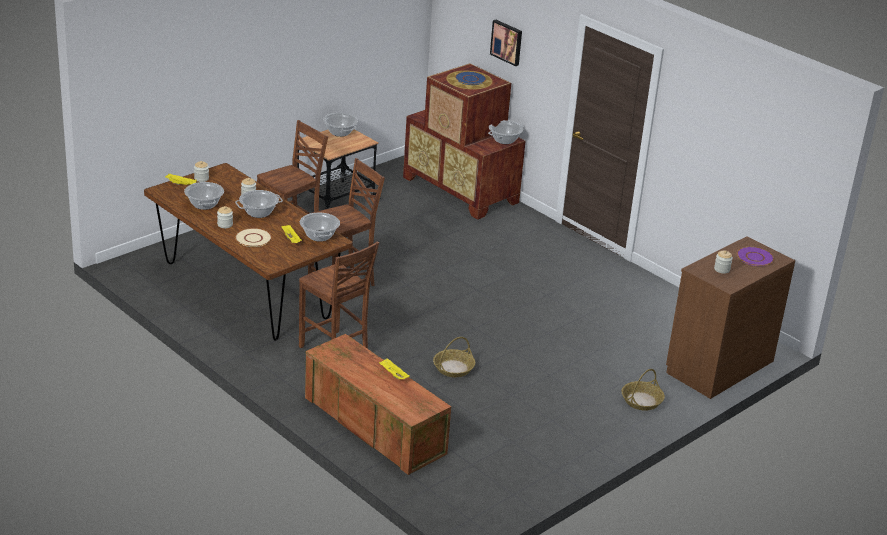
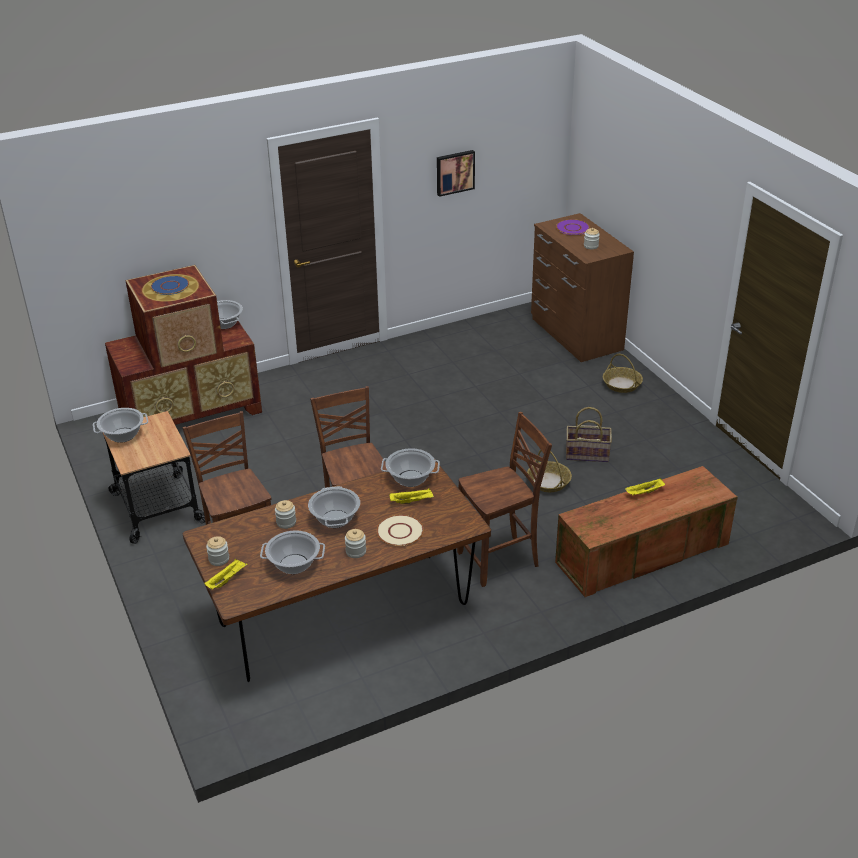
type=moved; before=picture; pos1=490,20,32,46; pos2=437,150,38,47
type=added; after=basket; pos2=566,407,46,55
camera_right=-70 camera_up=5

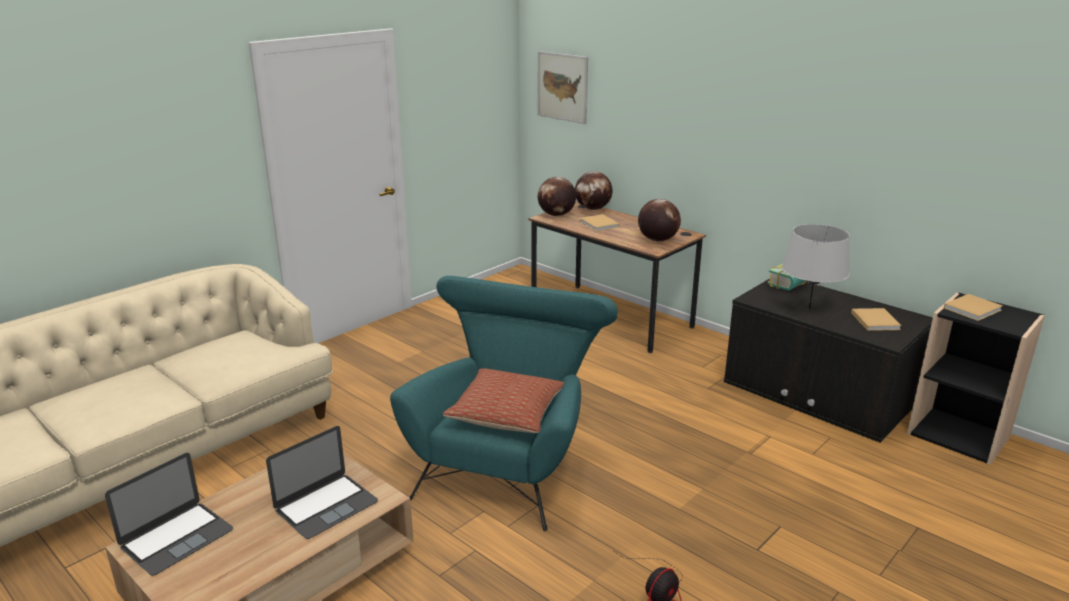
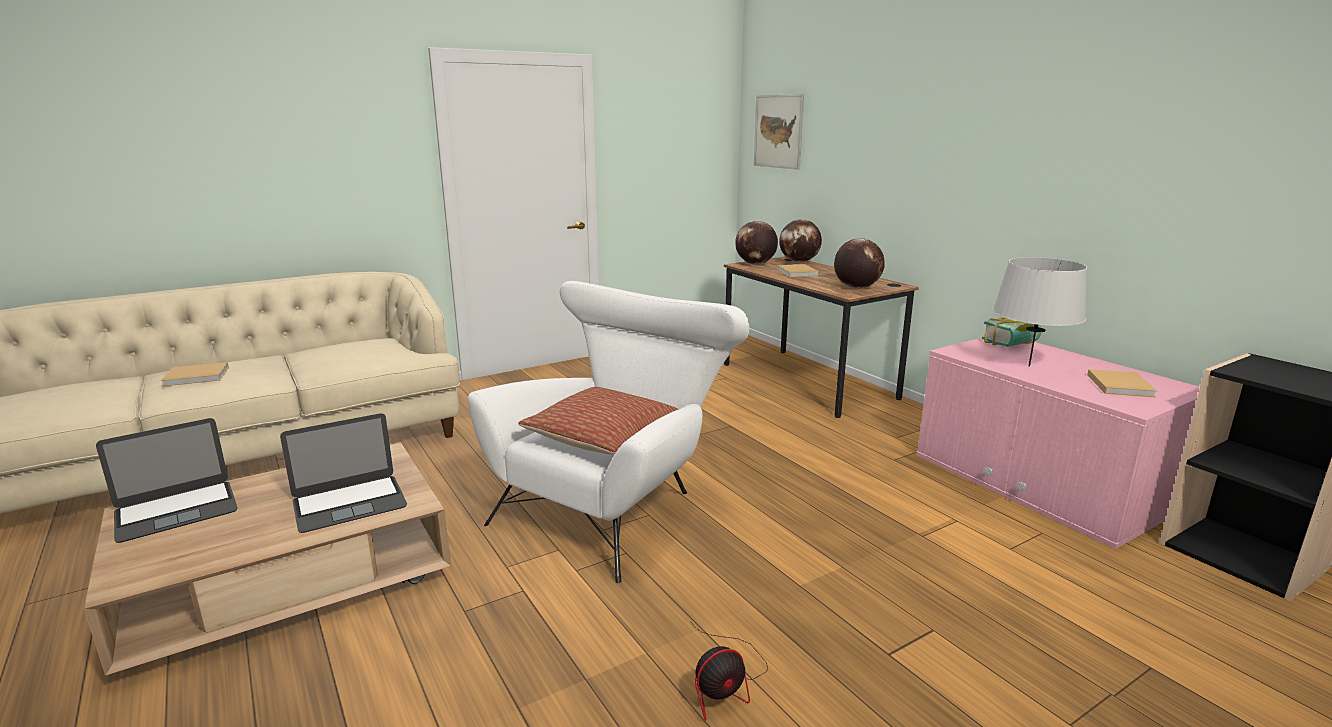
type=recoloured; before=armchair (turquoise); after=armchair (white); pos1=390,276,228,255; pos2=468,281,281,302
type=recoloured; before=cabinet (black); after=cabinet (pink); pos1=724,279,209,164; pos2=916,338,284,211
type=moved; before=book (beige); pos1=944,294,59,27; pos2=161,362,68,24
camera_right=15 camera_up=-5

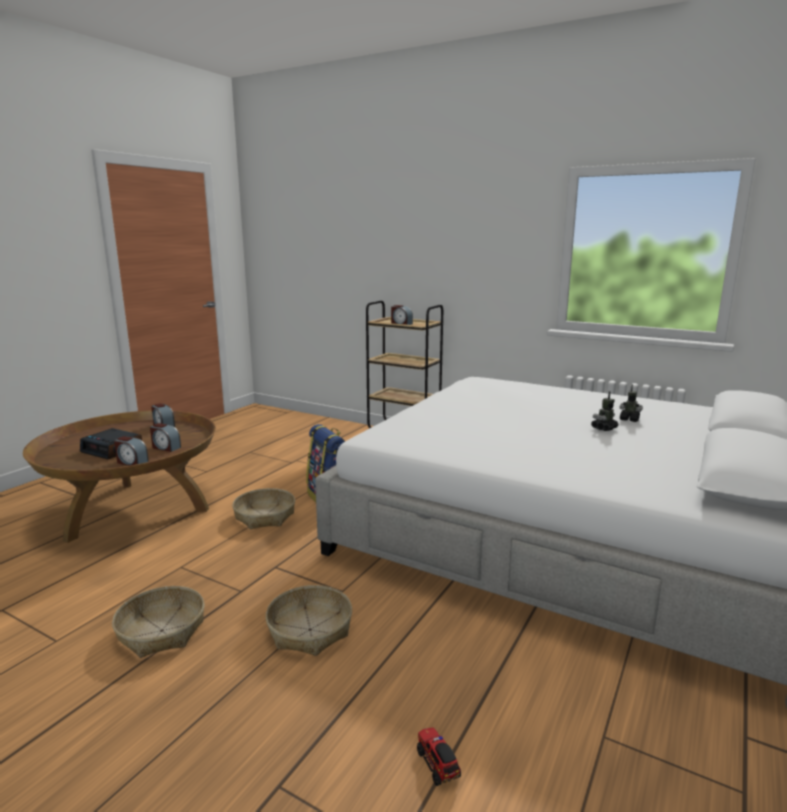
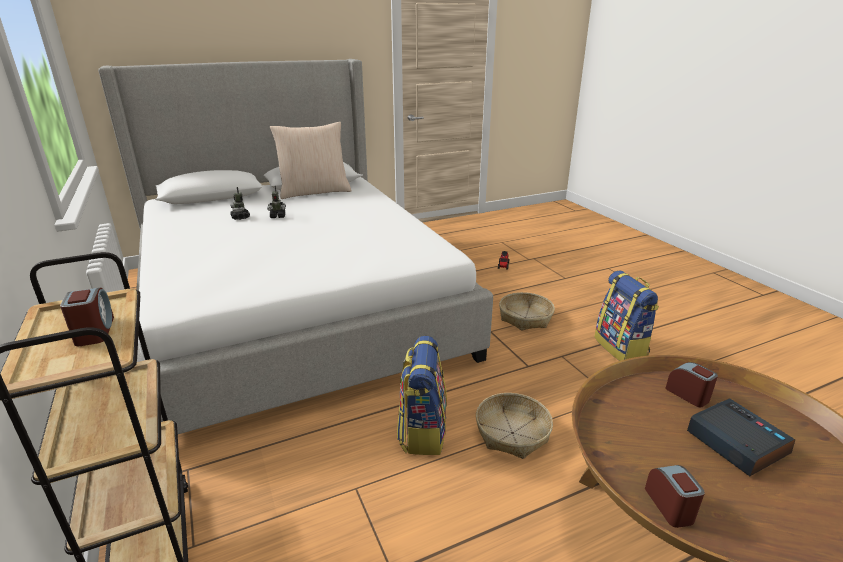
type=replaced; before=basket; after=backpack; pos1=112,586,92,72; pos2=594,271,65,90
type=removed; before=alarm clock; pos1=150,423,31,29
type=added; after=pillow (beige); pos2=270,122,82,77
camera_right=-145 camera_up=10

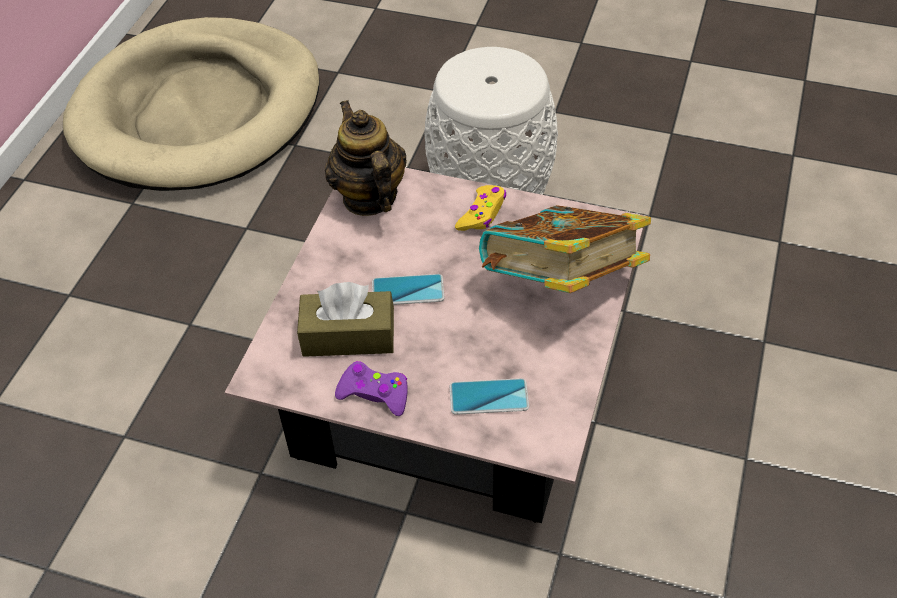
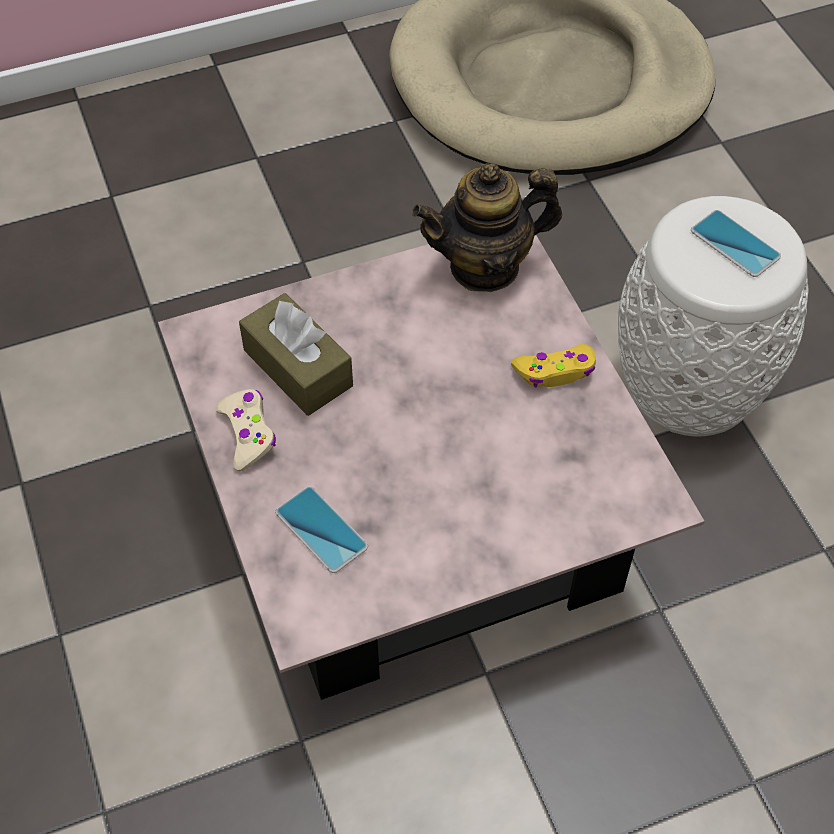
type=turned; before=teapot; pos1=325,100,82,116; pos2=412,163,150,129; turn=-135
type=recoloured; before=game controller (purple); after=game controller (beige); pos1=335,361,73,55; pos2=215,389,61,82
type=moved; before=phone; pos1=372,274,73,31; pos2=691,210,90,67
type=removed; before=book; pos1=479,205,172,88
camera_right=50 camera_up=5

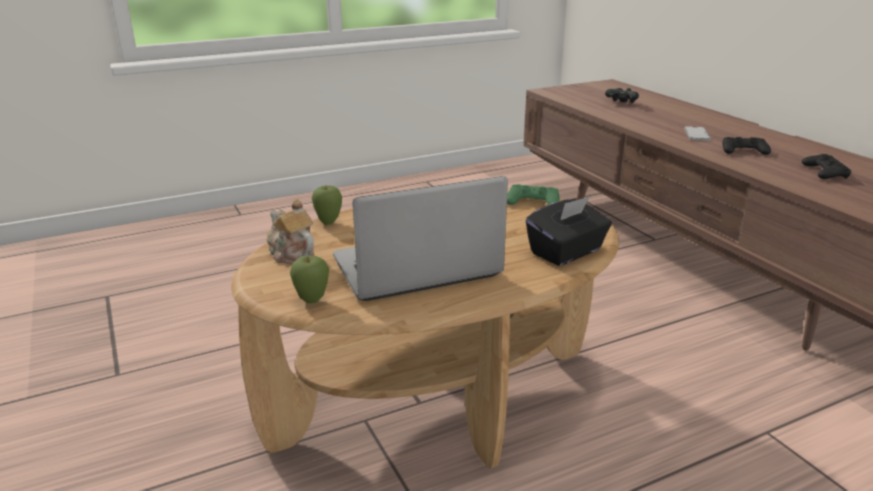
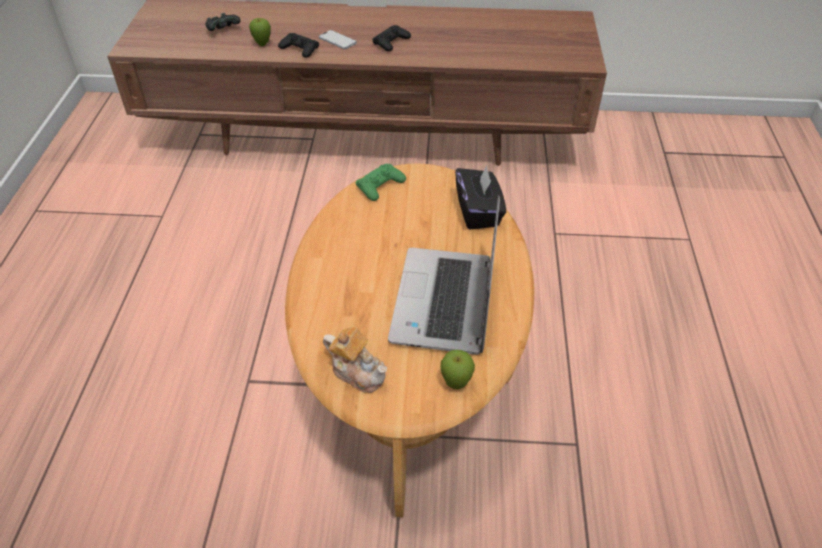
type=turned; before=teapot; pos1=267,199,47,65; pos2=323,326,64,67; turn=-135
type=moved; before=apple; pos1=312,185,30,40; pos2=249,18,22,28
type=moved; before=game controller (black); pos1=802,154,49,25; pos2=278,33,41,25
camera_right=-60 camera_up=20

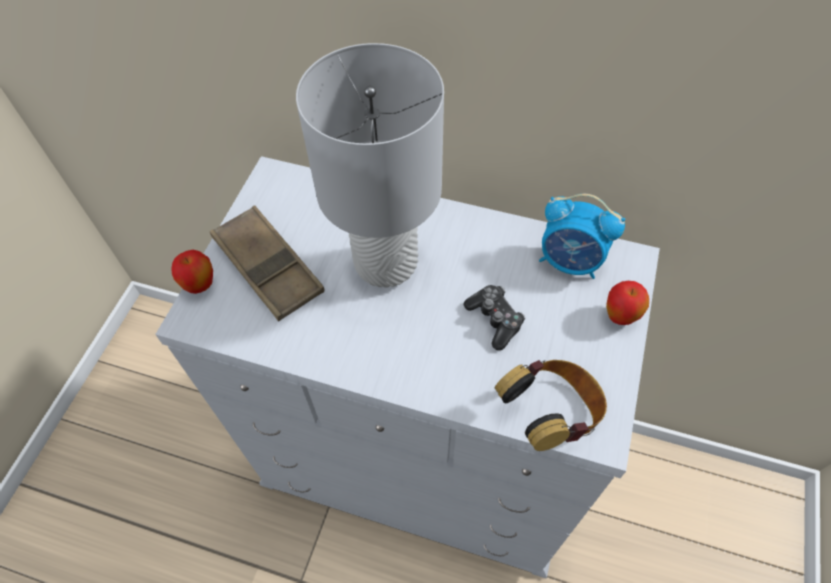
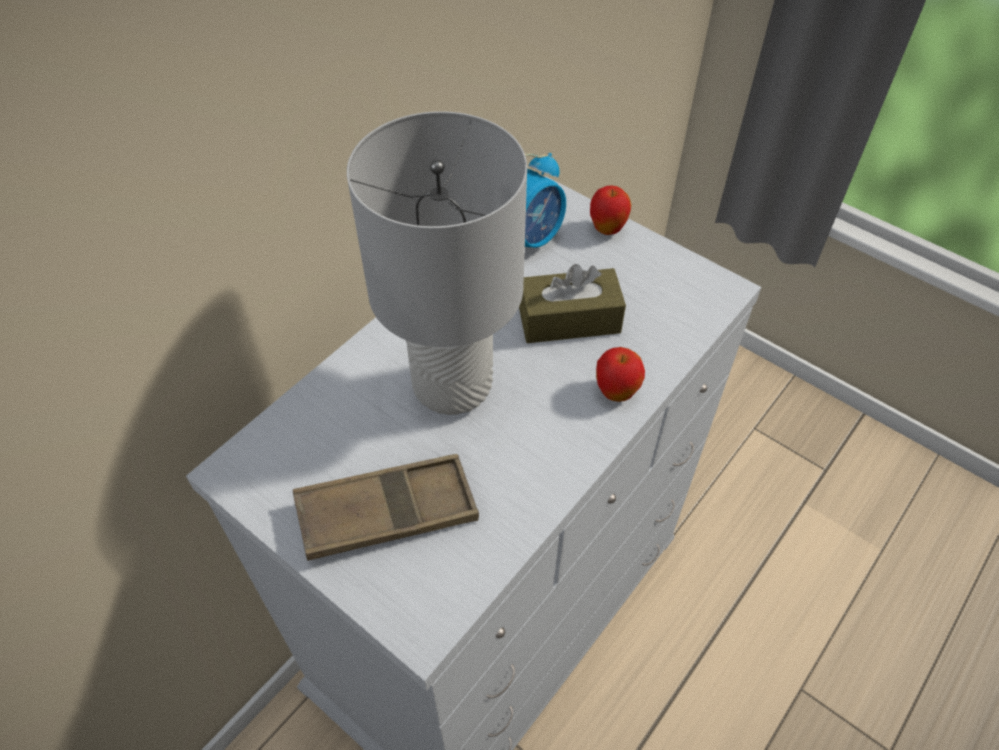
type=moved; before=apple; pos1=172,250,41,44; pos2=596,347,49,55
type=replaced; before=game controller; after=tissue box (brown); pos1=463,285,62,65; pos2=519,264,107,79
type=removed; before=headphones; pos1=495,360,112,91
camera_right=-70 camera_up=-5

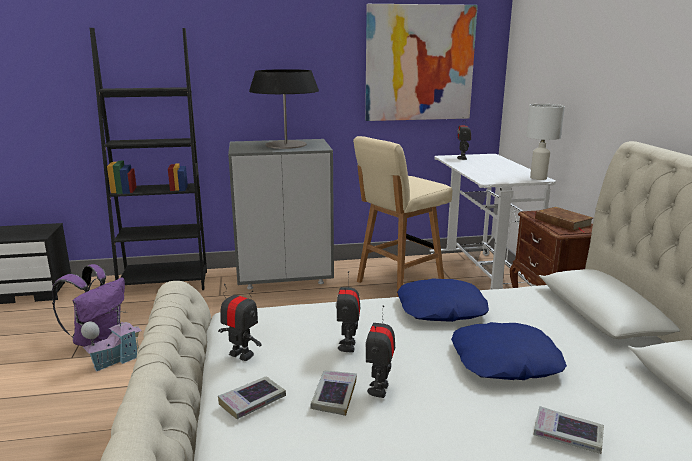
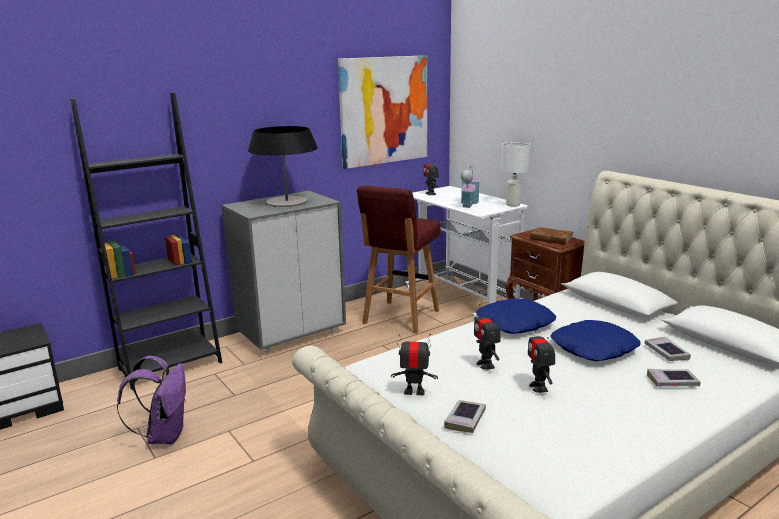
type=moved; before=toy house; pos1=81,310,61,62; pos2=461,165,19,43
type=moved; before=book; pos1=310,371,47,45; pos2=644,336,47,25
type=recoloured; before=stool (beige); after=stool (red); pos1=353,136,99,161; pos2=357,186,84,148
camera_right=-25 camera_up=0

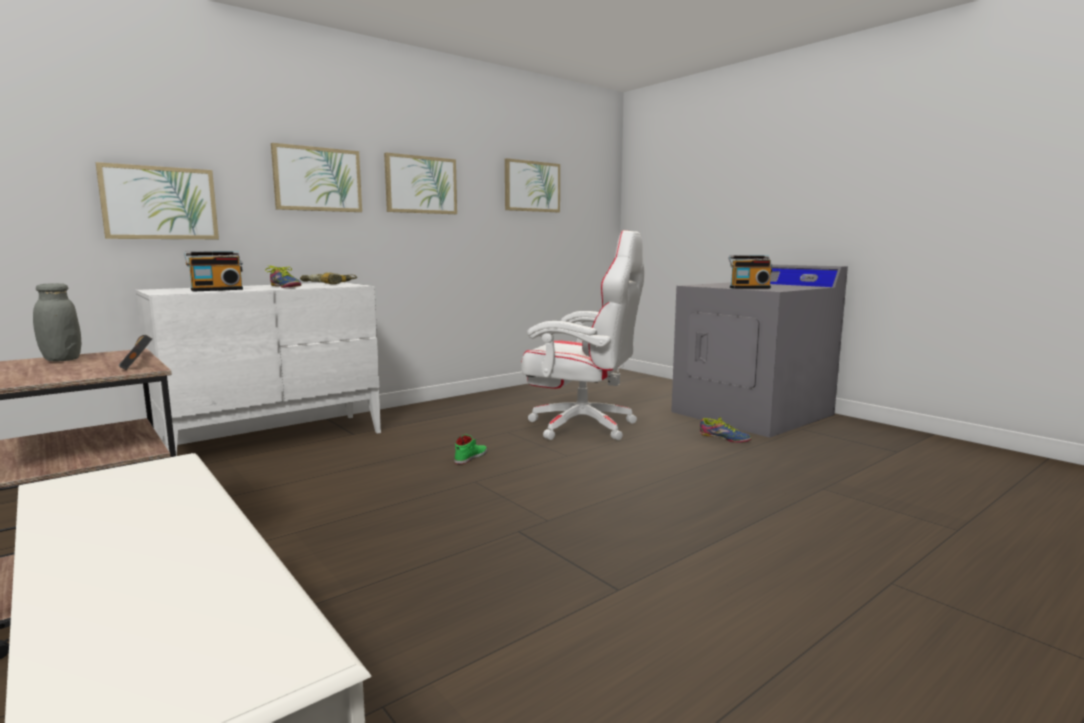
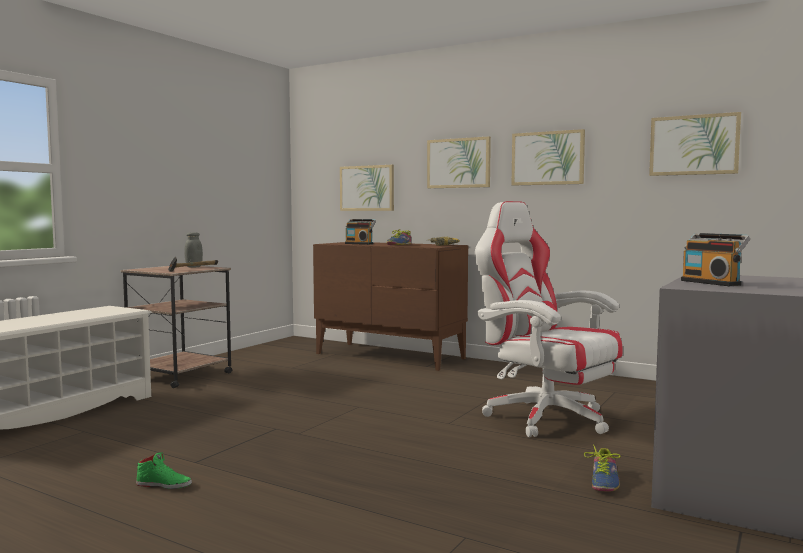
type=recoloured; before=cabinet (white); after=cabinet (brown); pos1=136,282,245,174; pos2=313,242,155,129
type=moved; before=shoe (green); pos1=454,435,33,29; pos2=136,452,56,37
type=turned; before=office chair (white); pos1=521,230,124,210; pos2=475,201,147,236; turn=135
camera_right=70 camera_up=-5

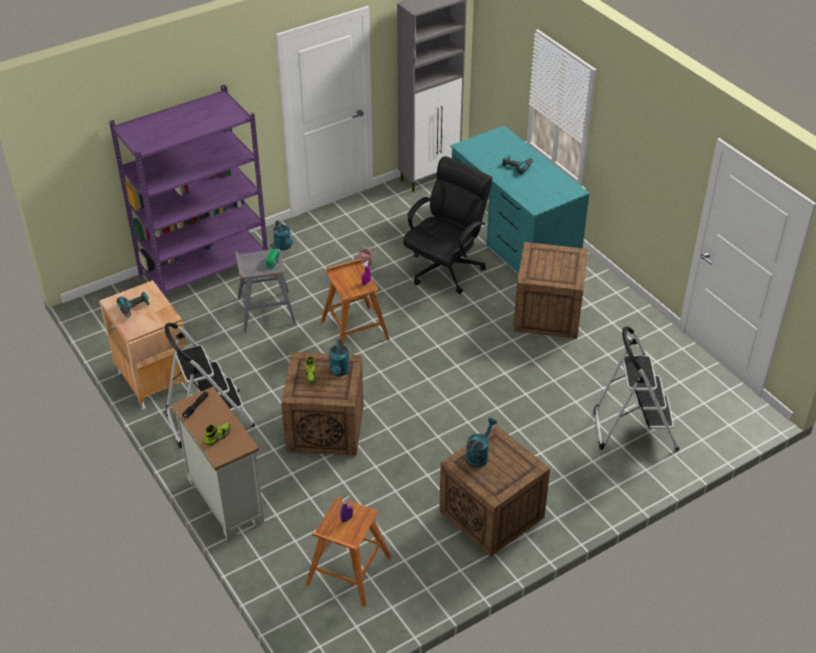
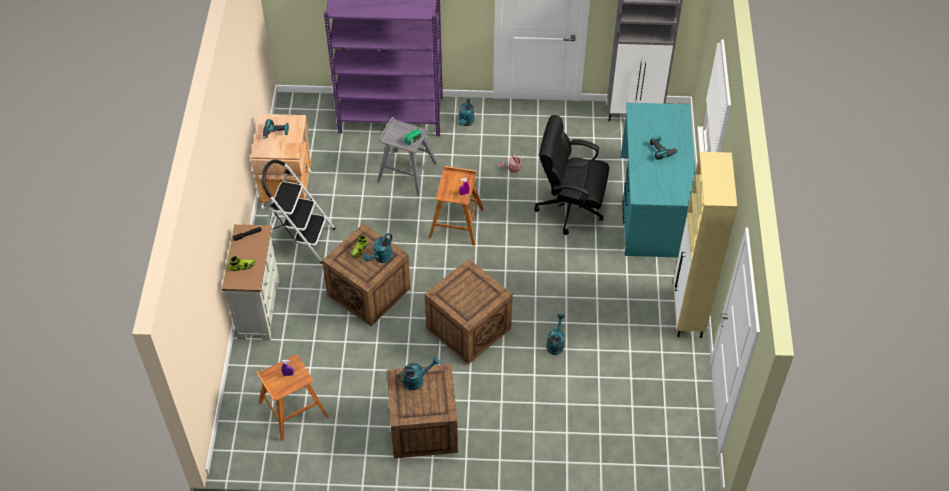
type=turned; before=office chair (black); pos1=403,156,89,138; pos2=534,115,75,120; turn=-150
type=moved; before=crate; pos1=513,242,75,97; pos2=425,259,88,105
type=removed; before=step ladder; pos1=594,326,85,124
type=added; after=watering can (turquoise); pos2=546,314,19,41
type=added; after=cabinet (beige); pos2=673,152,64,186
camera_right=35 camera_up=10

